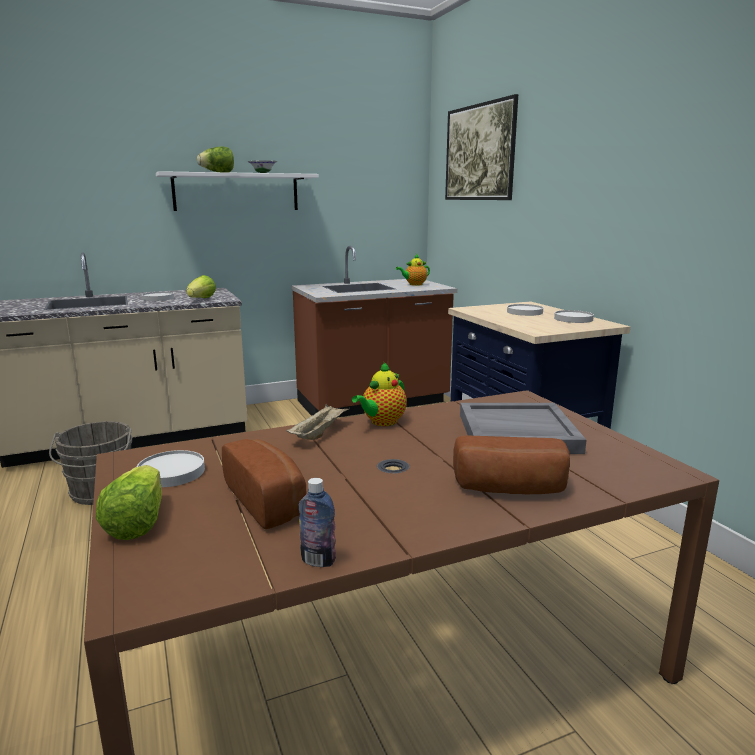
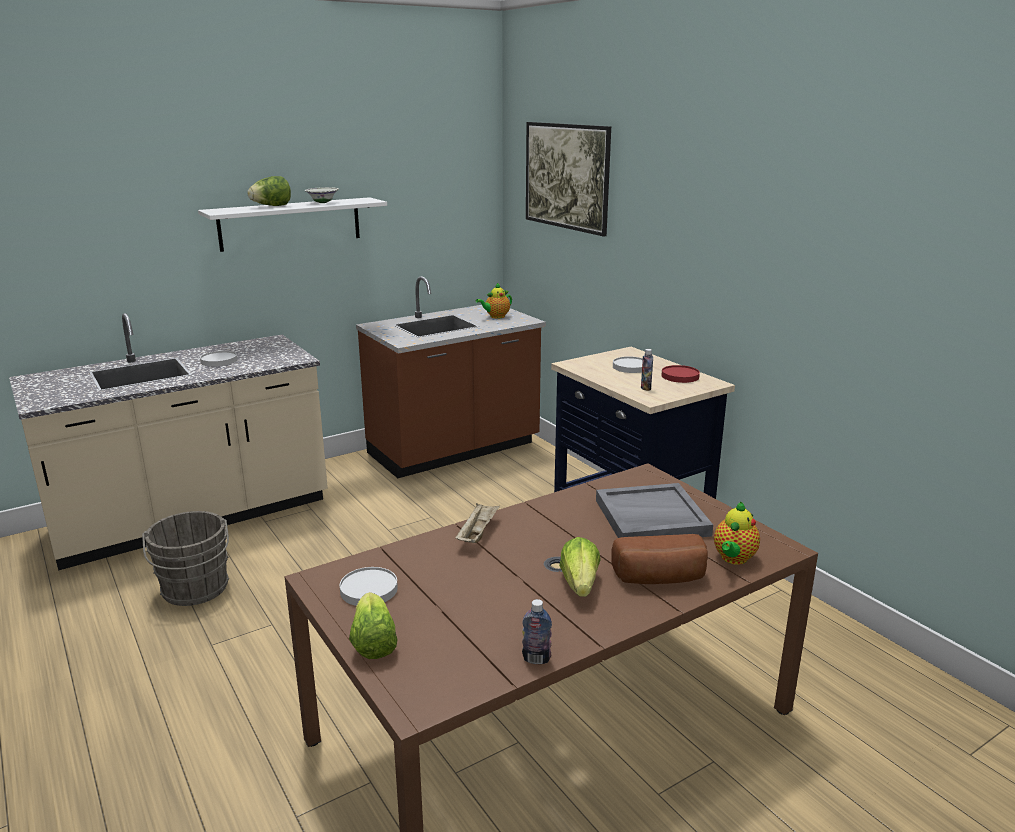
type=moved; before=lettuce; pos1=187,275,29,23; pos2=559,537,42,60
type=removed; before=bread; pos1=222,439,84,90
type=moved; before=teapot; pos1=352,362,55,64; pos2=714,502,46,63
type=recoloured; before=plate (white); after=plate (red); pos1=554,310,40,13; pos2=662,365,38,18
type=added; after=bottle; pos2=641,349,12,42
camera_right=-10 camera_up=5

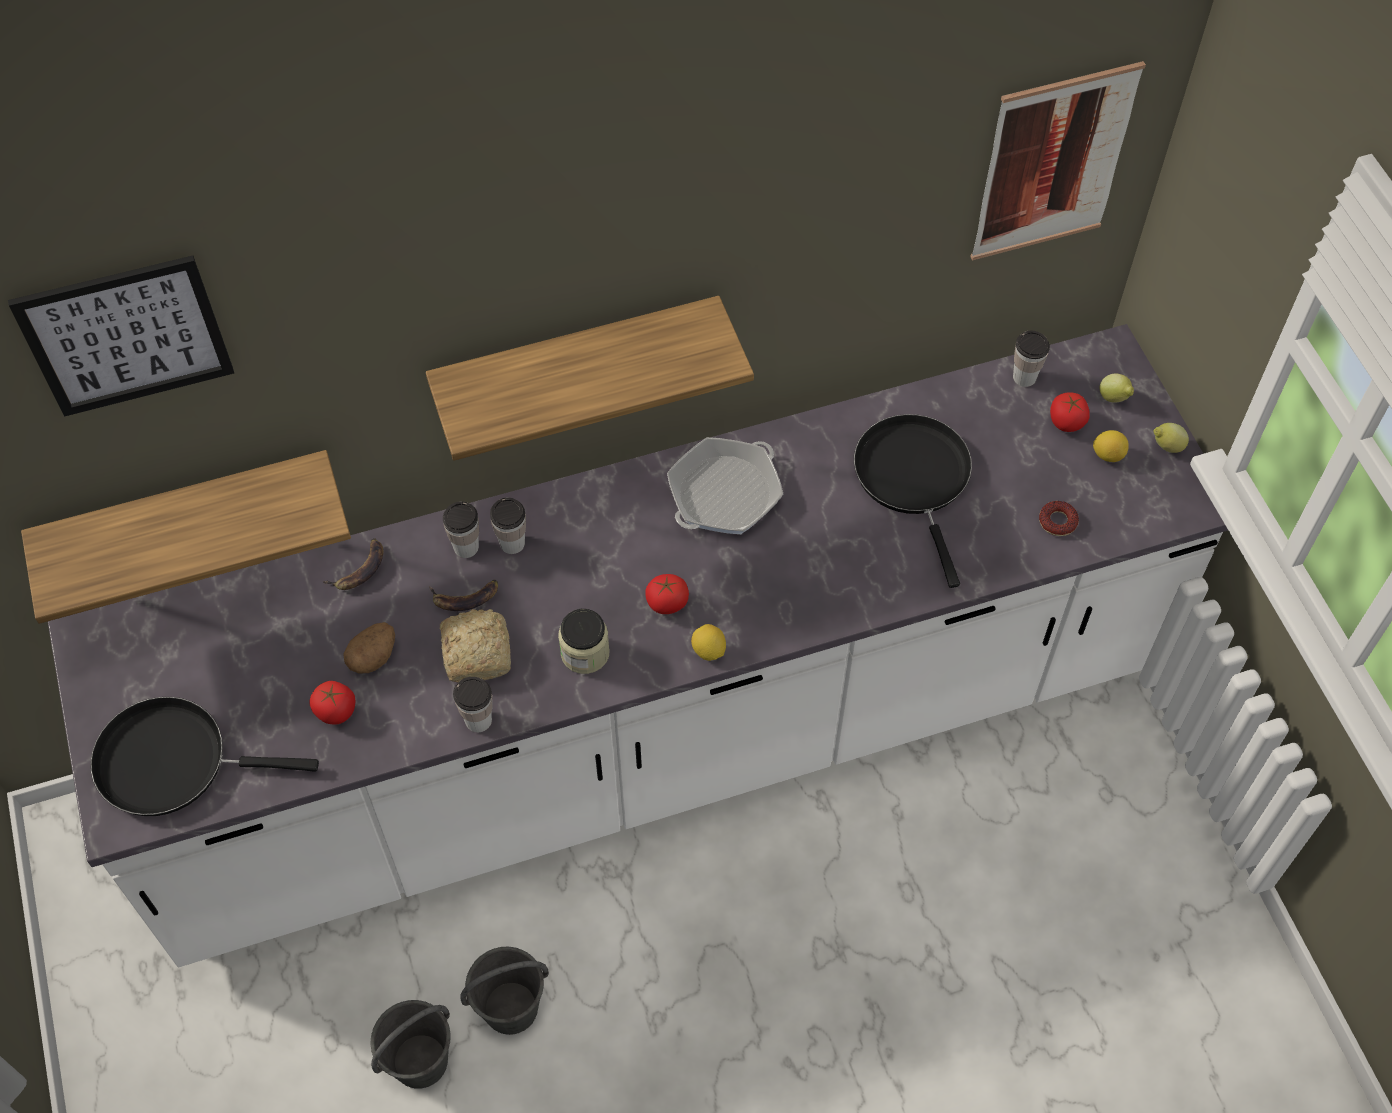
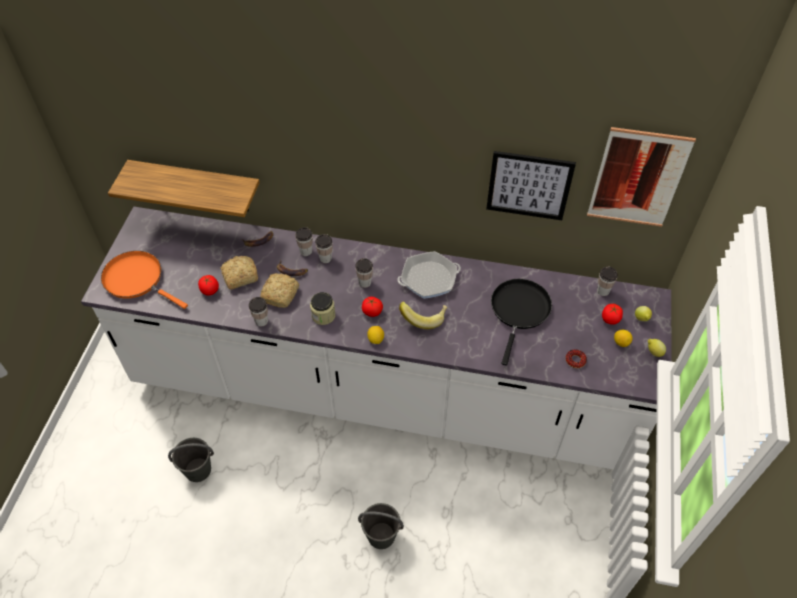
type=moved; before=picture; pos1=8,255,226,162; pos2=486,151,90,69
type=recoloured; before=frying pan (black); after=frying pan (orange); pos1=90,697,229,119; pos2=101,251,87,58
type=replaced; before=potato; after=bread; pos1=343,622,52,51; pos2=220,256,38,34
type=removed; before=shelf; pos1=426,296,328,165
type=moved; before=bucket (grey); pos1=460,947,89,88; pos2=358,503,46,46
type=added; after=cup; pos2=356,258,17,30
type=added; after=banana; pos2=399,302,49,27
camera_right=30 camera_up=-5

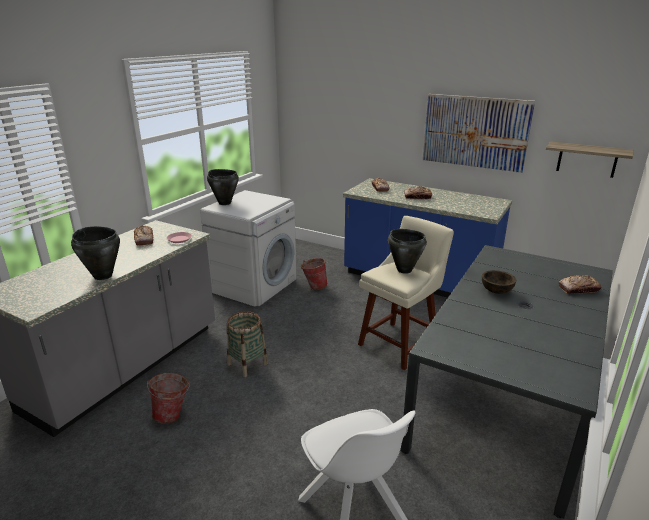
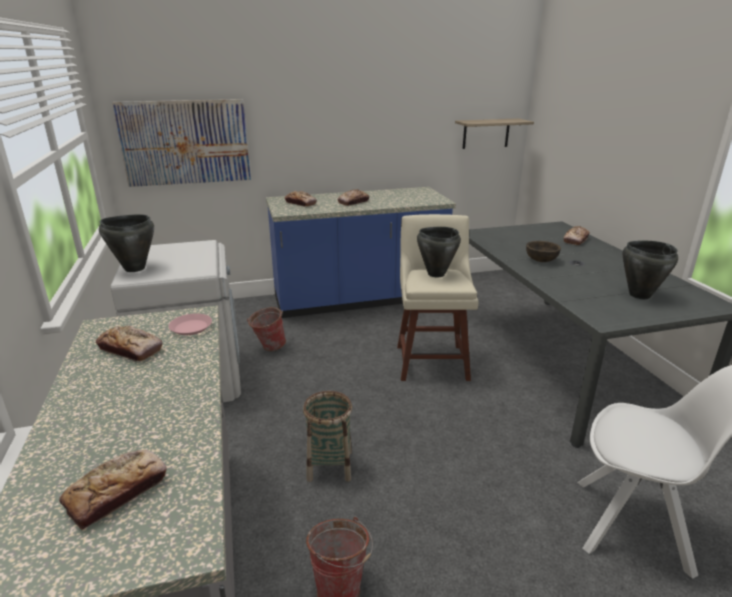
type=moved; before=cooking pot (black); pos1=71,226,49,54; pos2=623,240,55,59
type=moved; before=picture; pos1=423,94,112,79; pos2=112,99,139,88
type=added; after=bread; pos2=59,450,108,80
camera_right=-45 camera_up=0

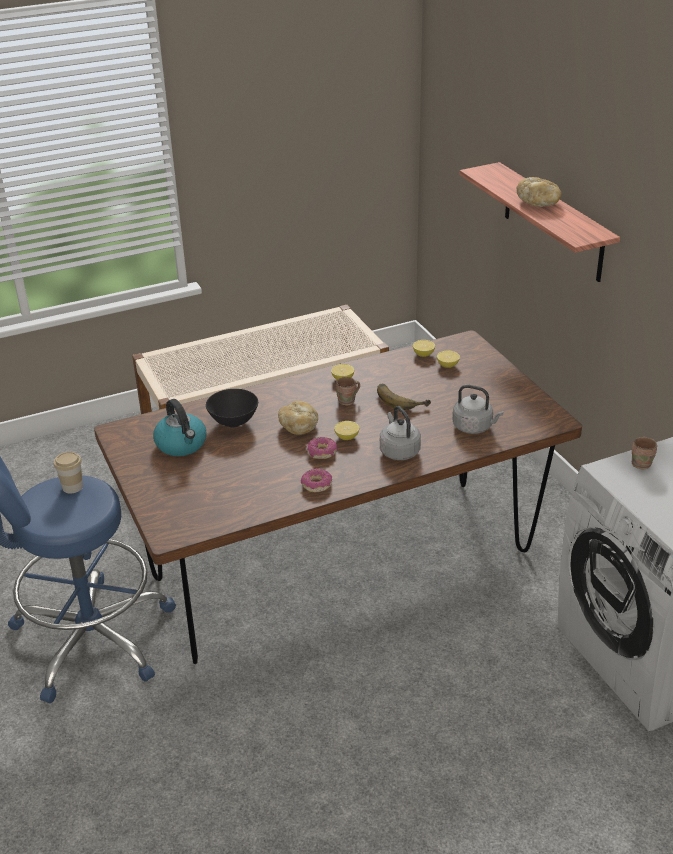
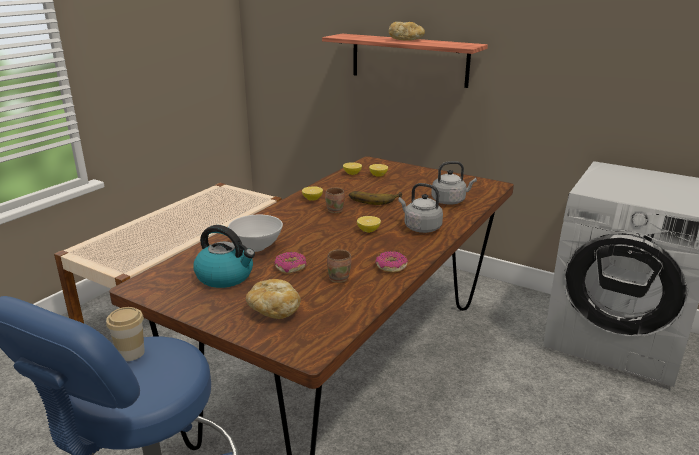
type=recoloured; before=bowl (black); after=bowl (white); pos1=206,389,52,38; pos2=228,215,55,37
type=moved; before=bread; pos1=278,401,40,34; pos2=246,279,55,40
type=moved; before=donut; pos1=307,437,30,22; pos2=275,252,32,22
type=moved; before=mug (brown); pos1=632,437,25,32; pos2=327,249,24,34
camera_right=-35 camera_up=-10

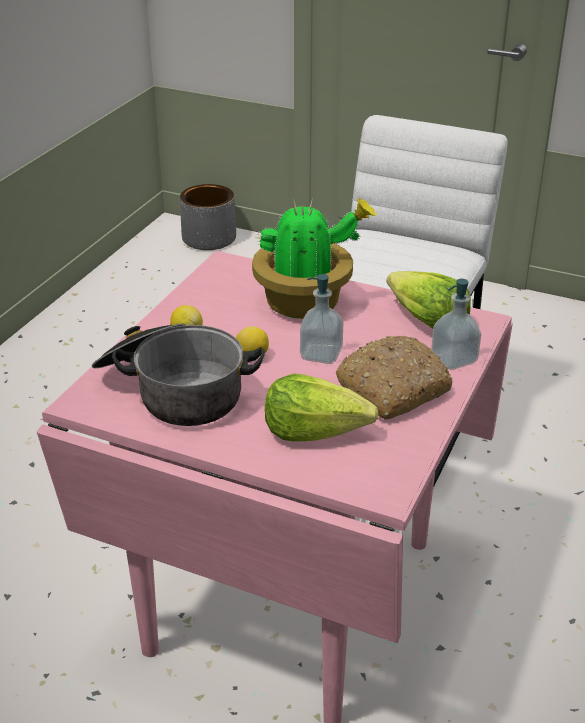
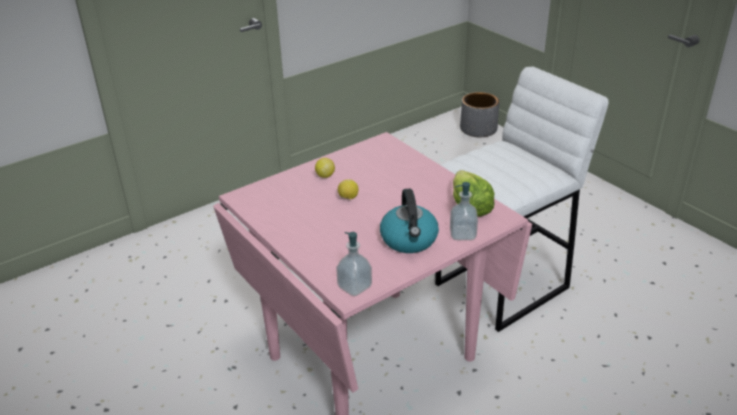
type=removed; before=cooking pot; pos1=92,324,173,102
type=removed; before=potted plant; pos1=252,197,125,122
type=removed; before=lettuce; pos1=265,373,113,69
type=moved; before=soap dispenser; pos1=300,274,43,90; pos2=336,232,36,64
type=replaced; before=bread; after=kettle; pos1=336,336,116,84; pos2=380,189,59,64
camera_right=30 camera_up=0

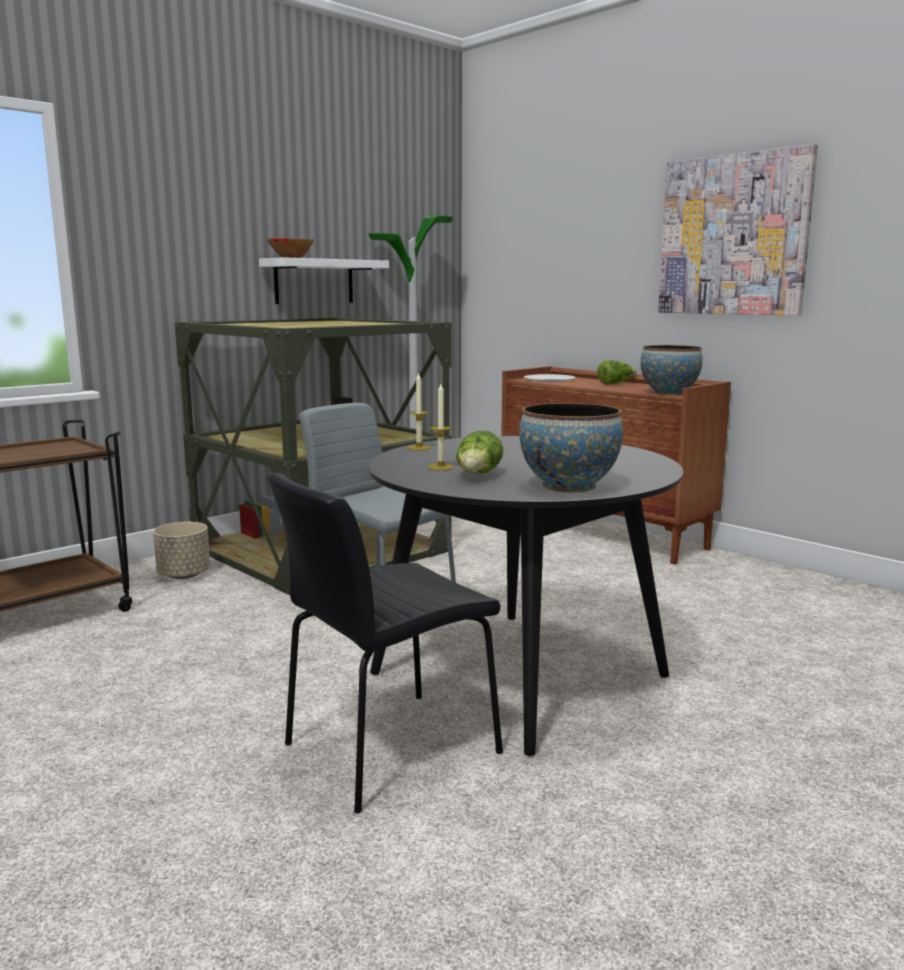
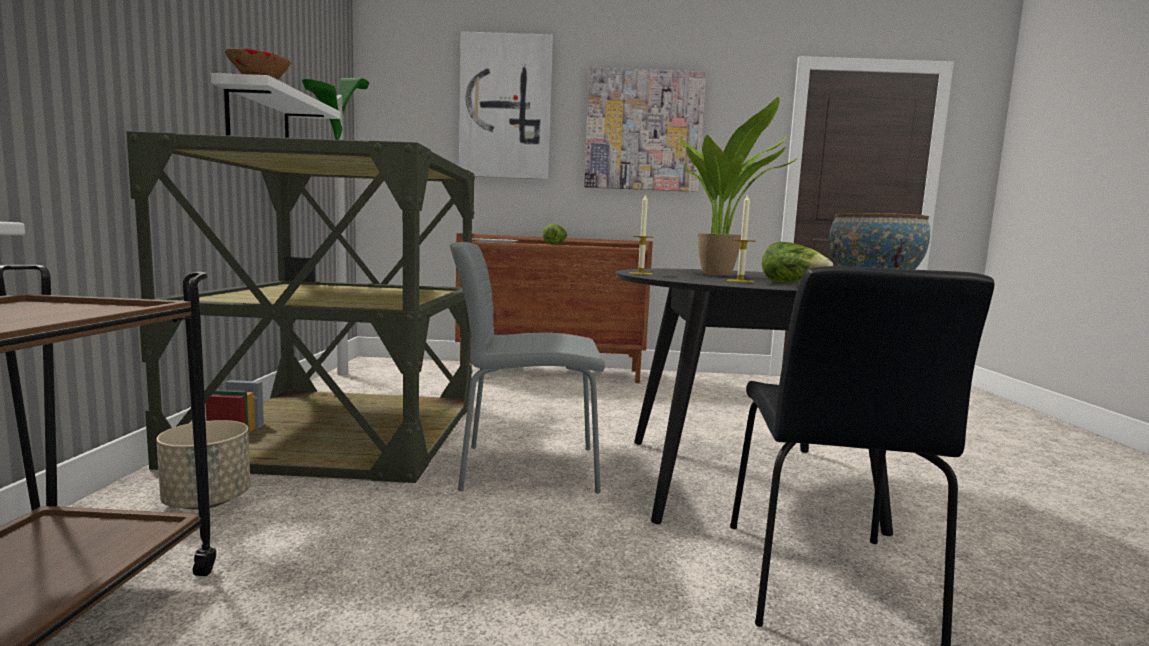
type=removed; before=bowl; pos1=641,345,62,50
type=added; after=picture; pos2=459,31,94,149
type=added; after=potted plant; pos2=680,97,120,179
camera_right=-45 camera_up=-5

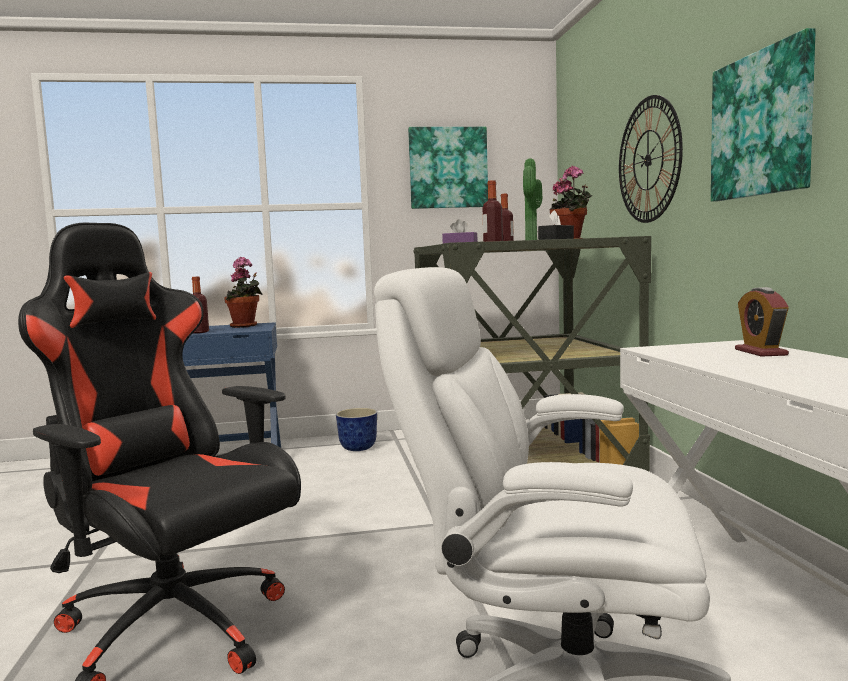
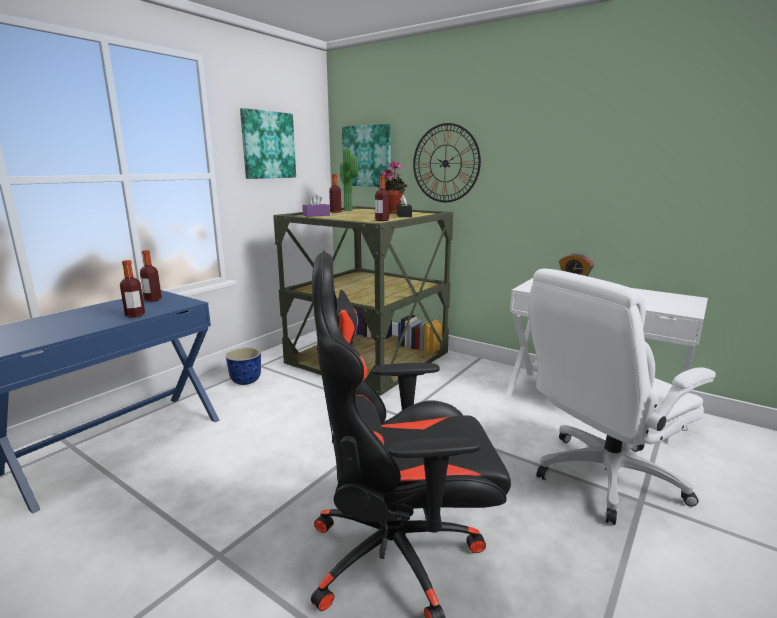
type=replaced; before=potted plant; after=bottle; pos1=224,257,38,71; pos2=140,250,22,52
type=moved; before=picture; pos1=711,28,105,174; pos2=342,124,49,63
camera_right=-45 camera_up=10

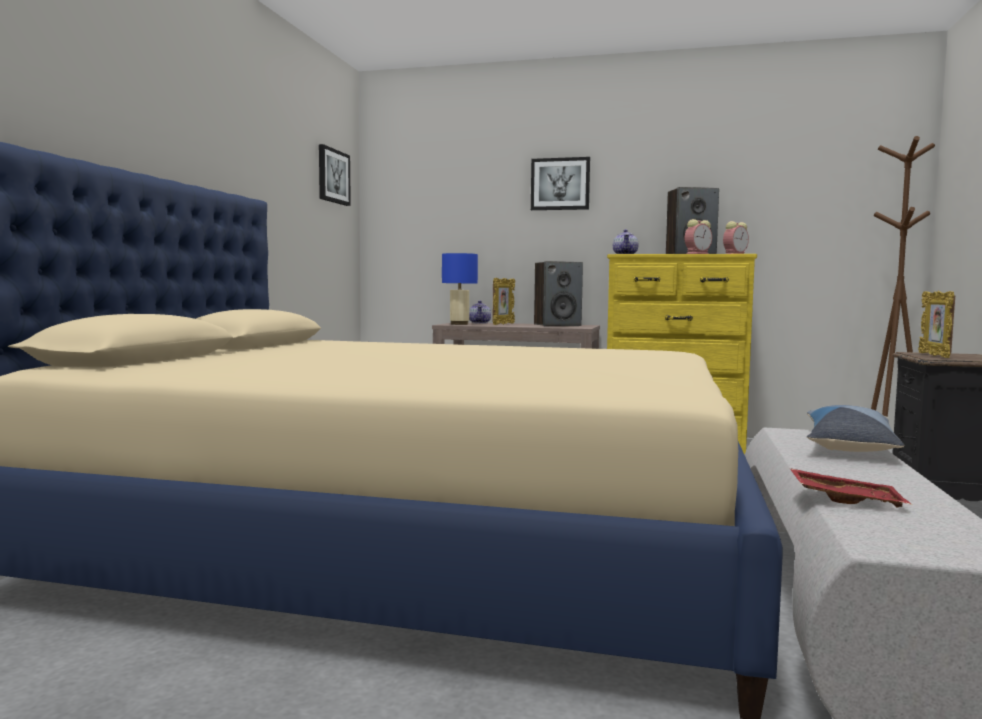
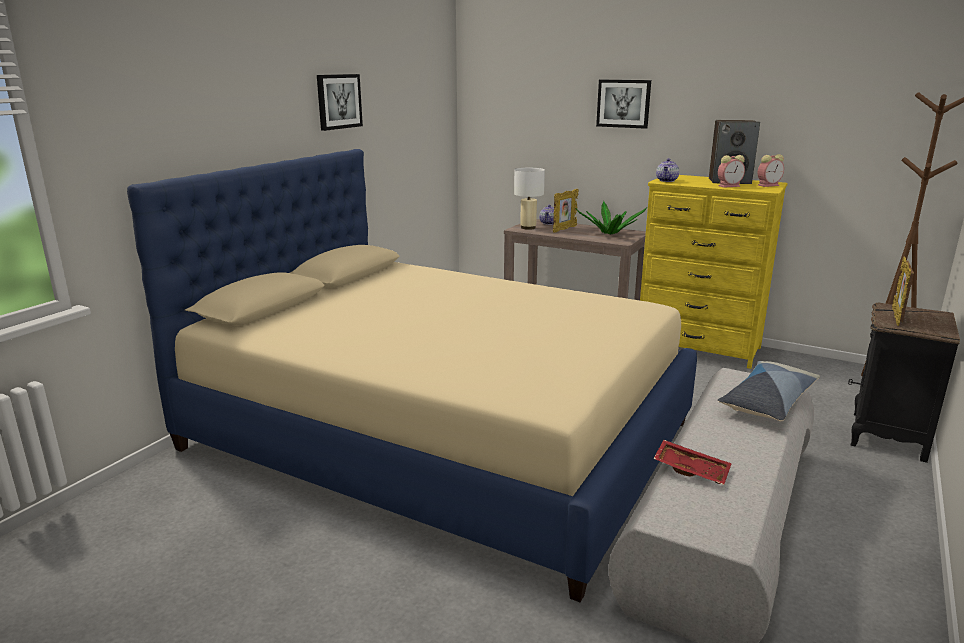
type=moved; before=picture; pos1=319,144,32,62; pos2=317,74,46,57
type=recoloured; before=table lamp (blue); after=table lamp (white); pos1=442,253,36,72; pos2=514,168,31,62
type=replaced; before=speaker; after=potted plant; pos1=534,261,49,65; pos2=575,201,72,34
camera_right=15 camera_up=15

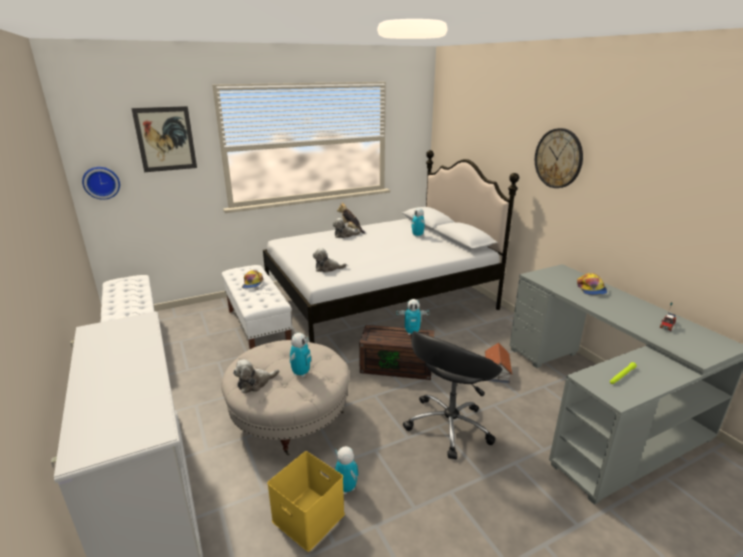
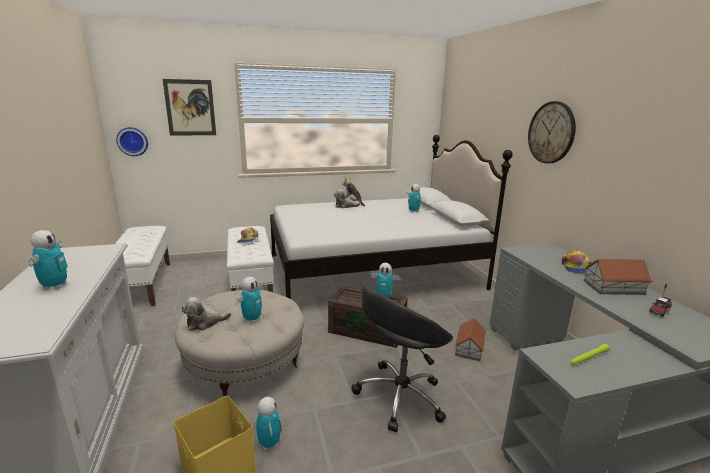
type=removed; before=plush toy; pos1=313,248,34,25
type=added; after=toy robot; pos2=29,230,39,60
type=added; after=toy house; pos2=584,259,68,36
camera_right=10 camera_up=-5

